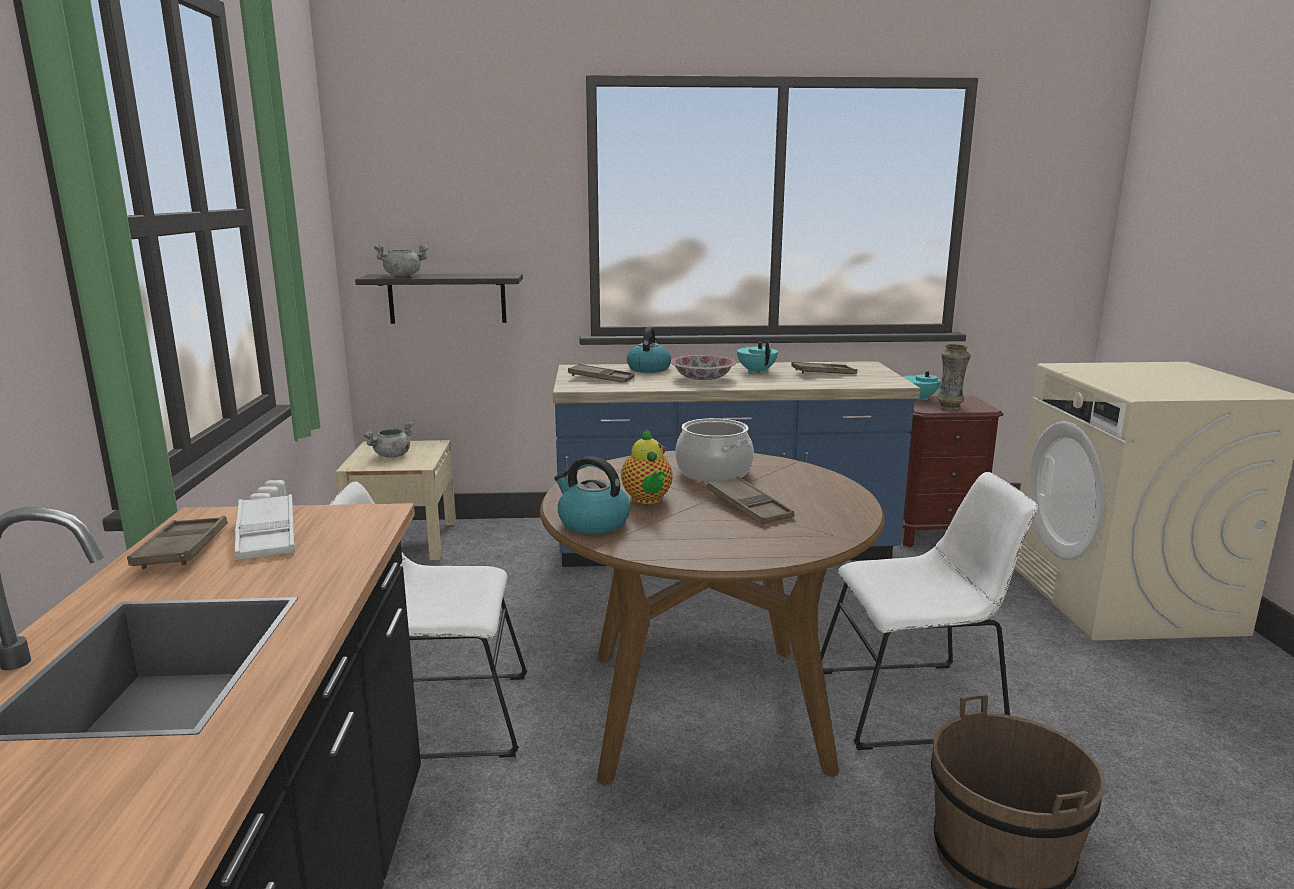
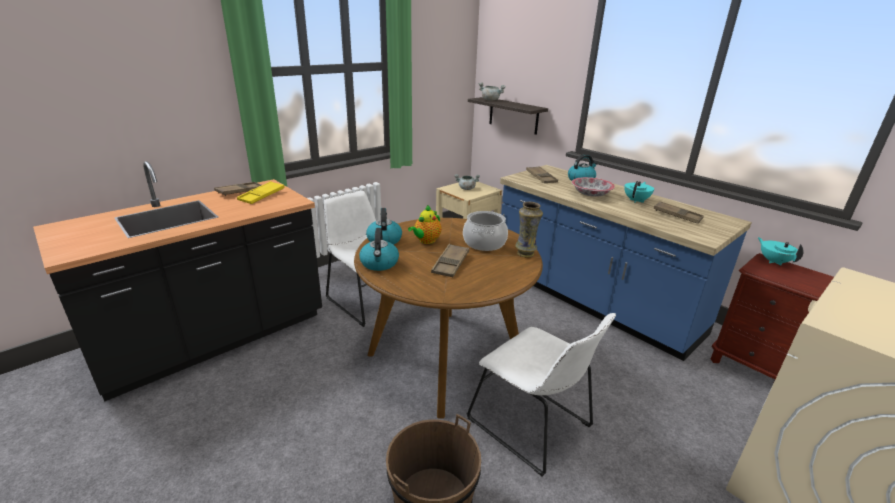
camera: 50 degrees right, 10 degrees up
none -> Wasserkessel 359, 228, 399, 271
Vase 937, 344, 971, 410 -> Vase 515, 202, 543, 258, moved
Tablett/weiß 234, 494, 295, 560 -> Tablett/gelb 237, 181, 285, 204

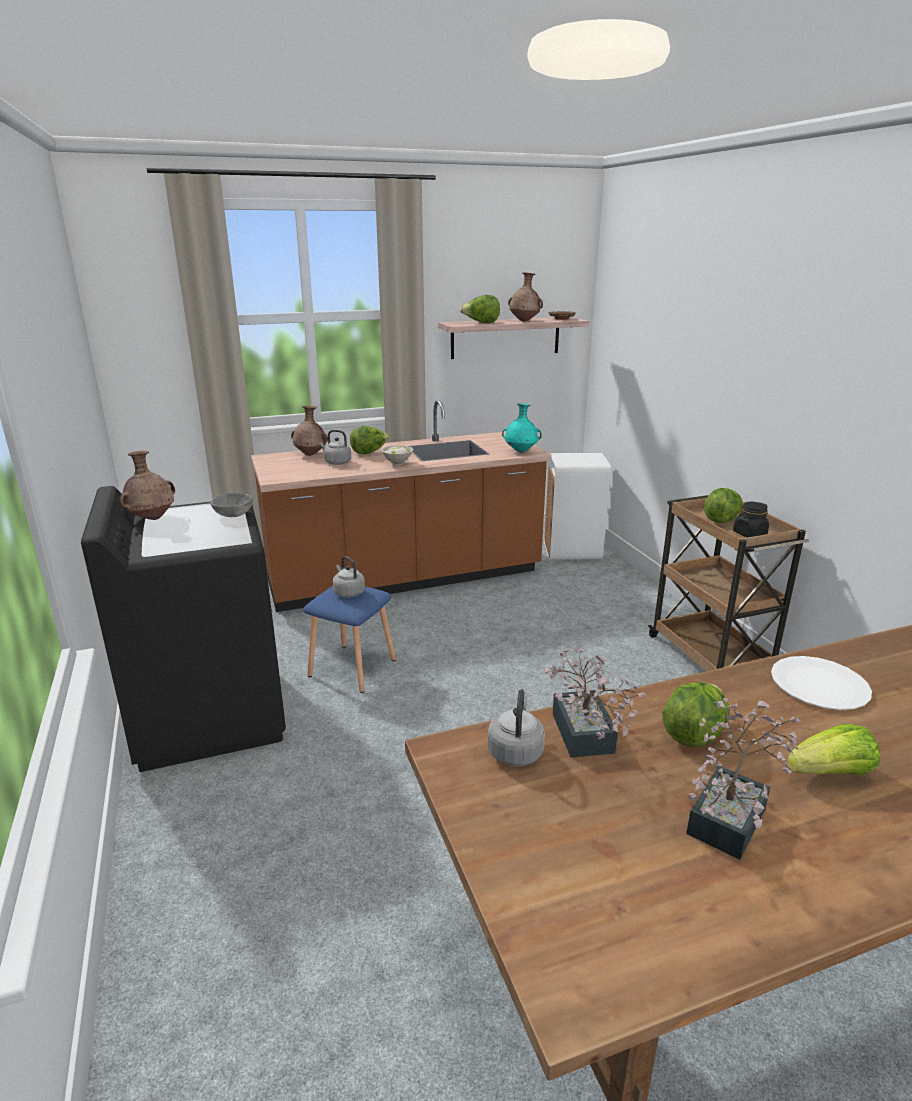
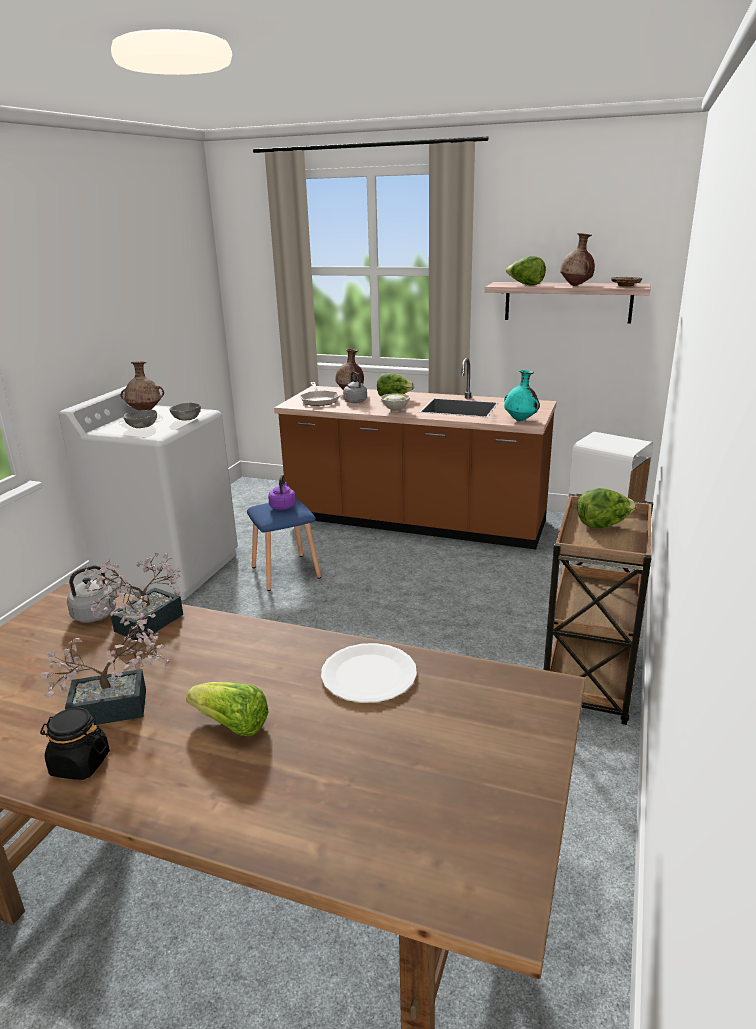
camera: 40 degrees right, 0 degrees up
Salatkopf 662, 682, 729, 748 -> none
none -> Schüssel/grau 124, 410, 157, 428
none -> Pfanne 300, 382, 339, 406
Vorratsglas/schwarz 733, 502, 769, 537 -> Vorratsglas/schwarz 40, 707, 110, 780, moved
Waschmaschine/schwarz 81, 486, 286, 772 -> Waschmaschine/weiß 59, 386, 238, 600
Wasserkessel/grau 333, 556, 365, 598 -> Wasserkessel/lila 268, 475, 296, 510

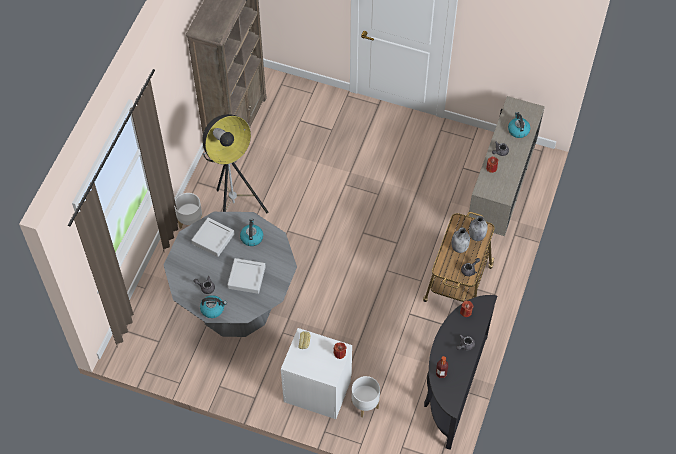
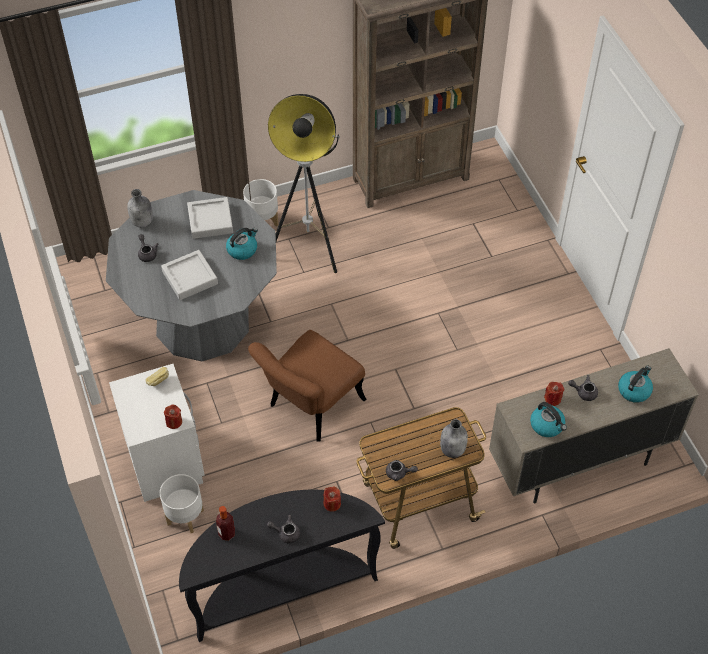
camera: 50 degrees right, 5 degrees down
none -> Stuhl/braun 248, 330, 367, 441
Wasserkessel 200, 295, 227, 318 -> Wasserkessel 530, 402, 567, 437, moved
Flasche/grau 452, 227, 470, 253 -> Flasche/grau 127, 189, 153, 227, moved

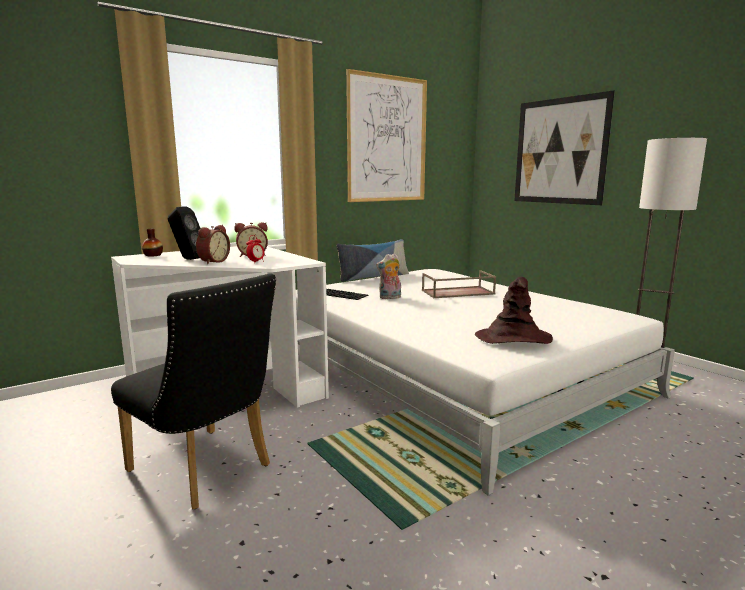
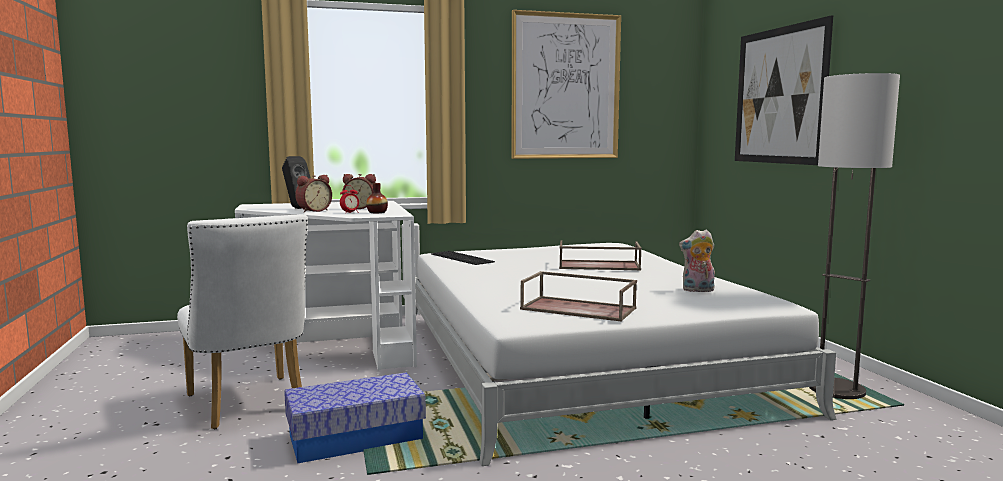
camera: 20 degrees right, 5 degrees down
Kissen 336, 239, 409, 282 -> none
none -> Aufbewahrungsbox 284, 373, 426, 463
Vase 142, 229, 163, 256 -> Vase 366, 183, 388, 213, moved
Plüschtier 376, 253, 401, 299 -> Plüschtier 679, 229, 715, 292, moved
Hut/braun 475, 277, 553, 344 -> Tablett/braun 520, 271, 637, 322
Stuhl/schwarz 111, 273, 276, 509 -> Stuhl/weiß 177, 214, 308, 429

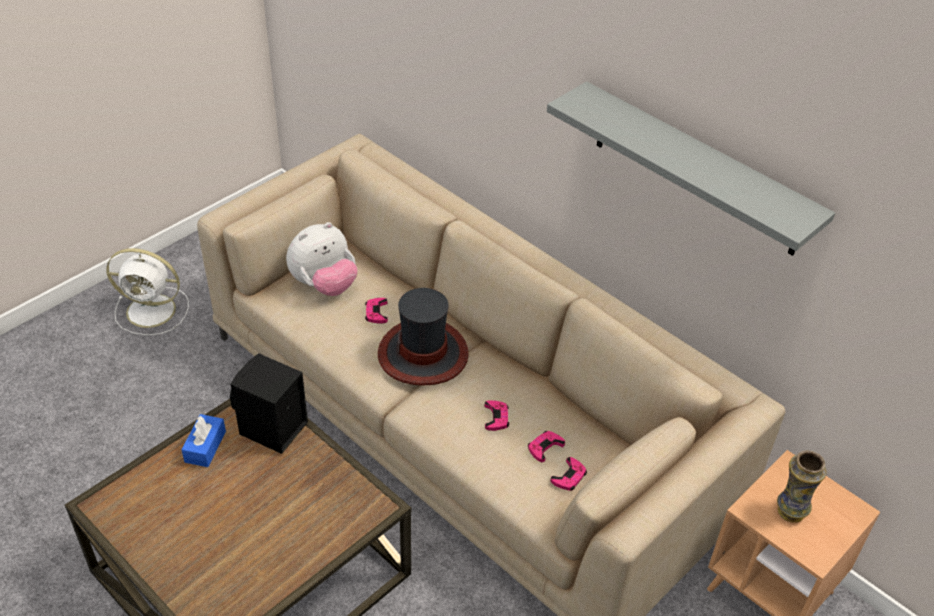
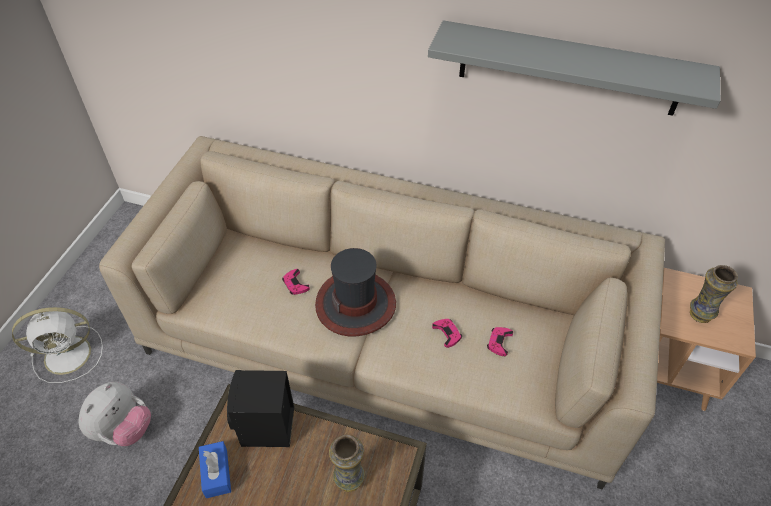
camera: 25 degrees left, 5 degrees up
Gamepad/rosa 550, 457, 587, 491 -> none
none -> Vase 329, 434, 365, 492
Plüschtier 286, 222, 357, 296 -> Plüschtier 78, 382, 151, 446, moved

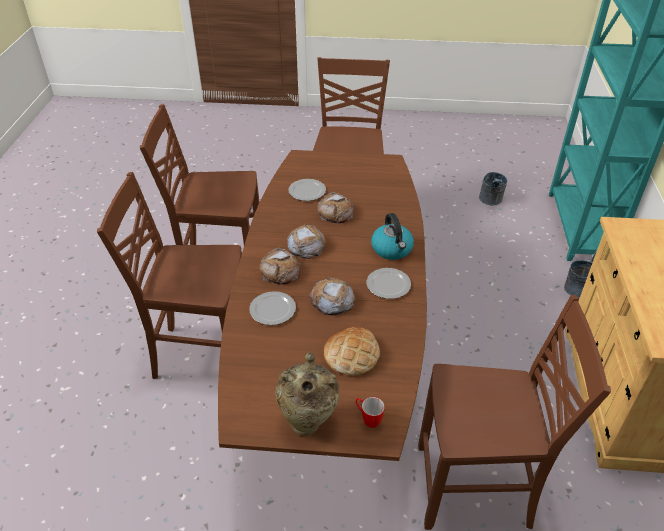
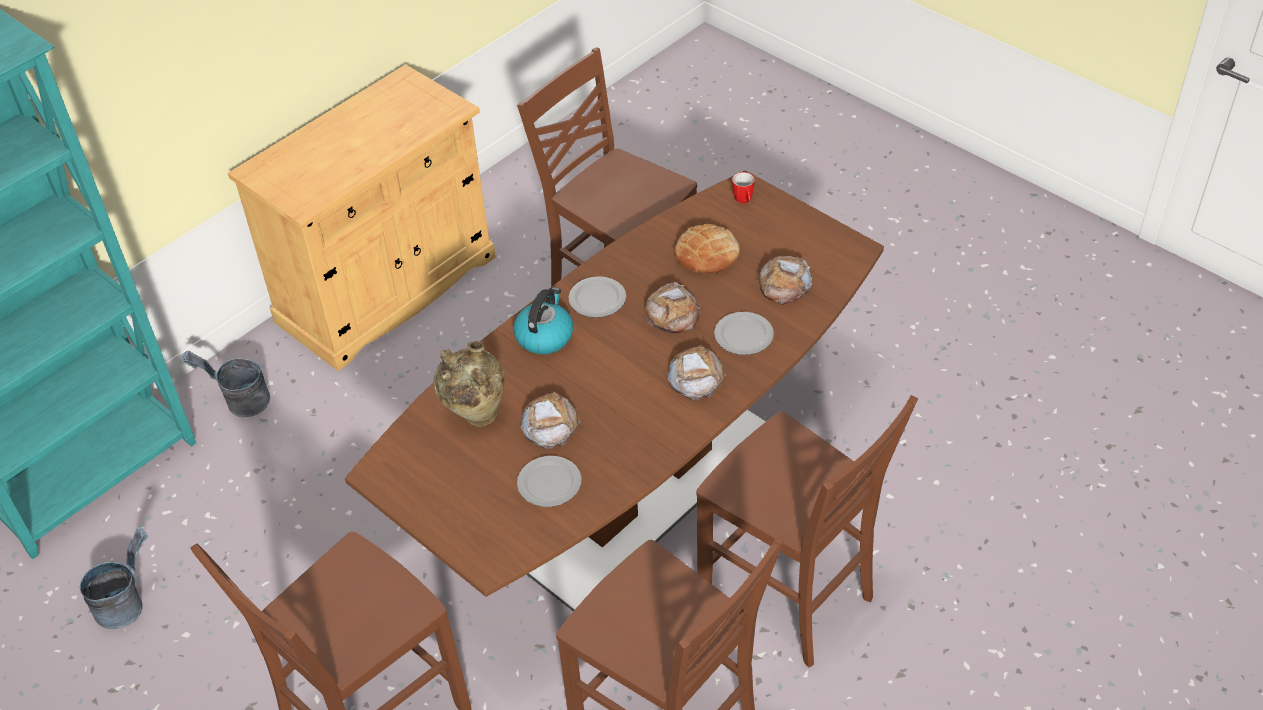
camera: 140 degrees left, 5 degrees up
Vase/beige 275, 352, 340, 436 -> Vase/beige 433, 341, 504, 426, moved
Brot 287, 223, 326, 259 -> Brot 757, 256, 812, 305, moved

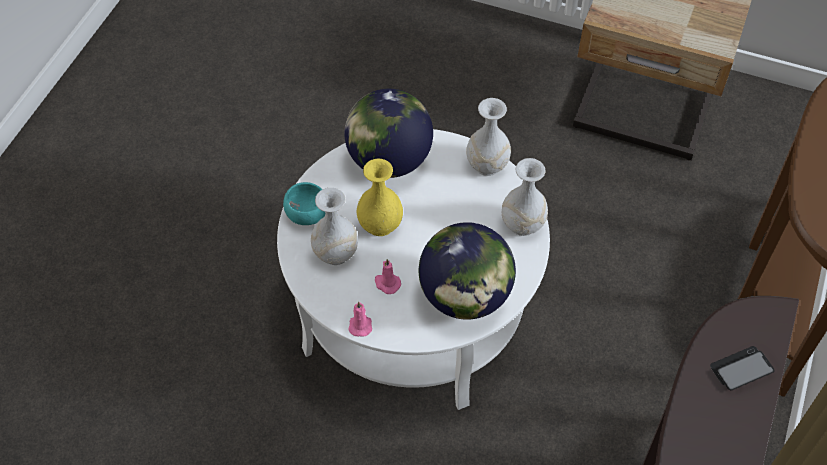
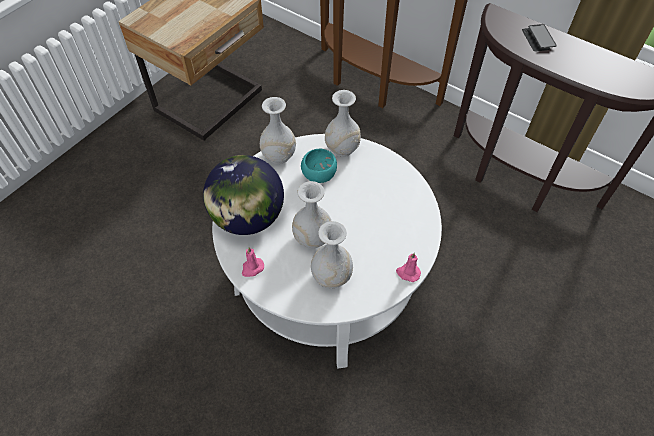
camera: 75 degrees left, 0 degrees up
Globus 419, 222, 516, 320 -> none
Schüssel/türkis 283, 182, 325, 225 -> Schüssel/türkis 301, 148, 337, 183, moved
Kerze/rosa 375, 259, 401, 294 -> Kerze/rosa 242, 247, 264, 277, moved
Vase/gelb 357, 159, 403, 236 -> Vase/weiß 292, 181, 331, 249

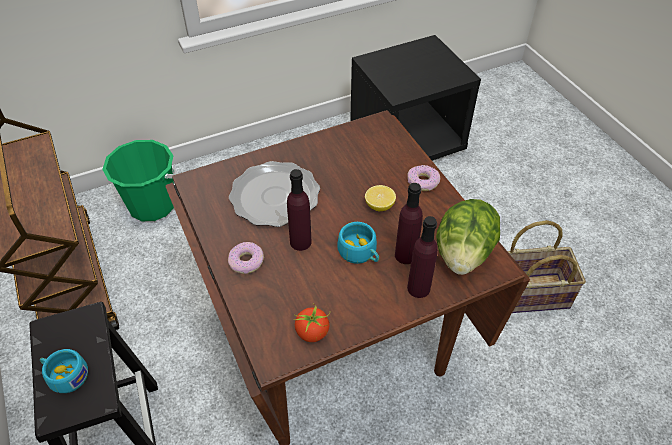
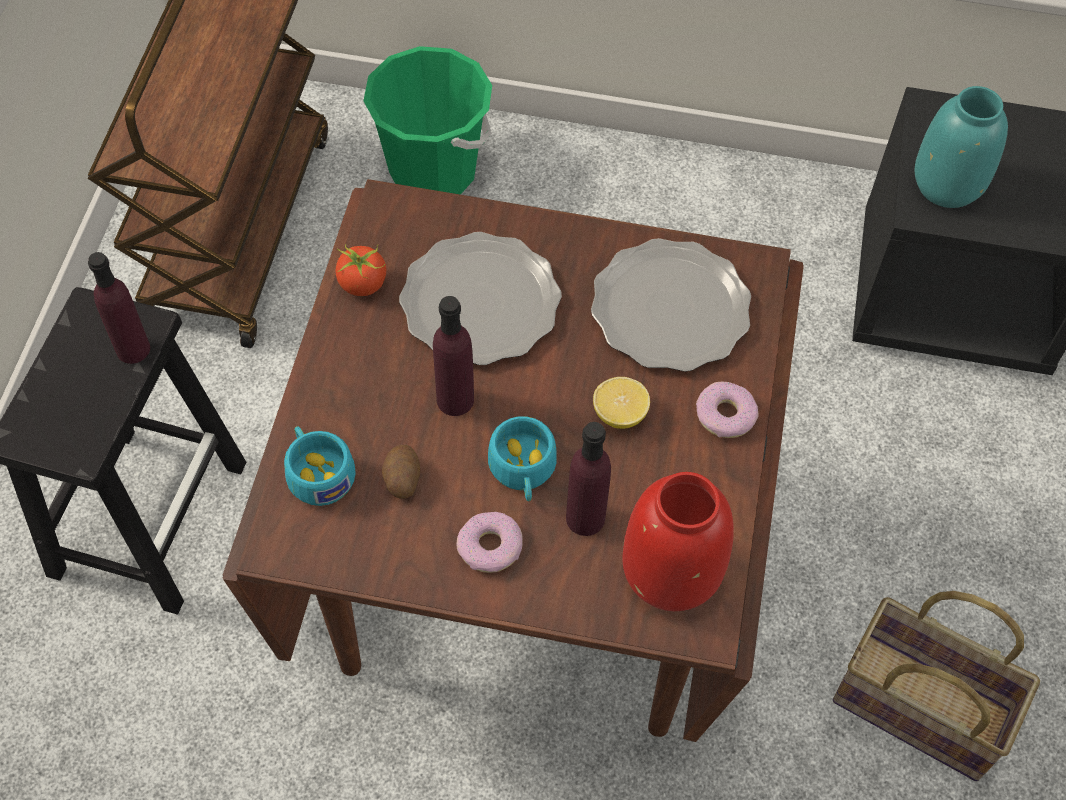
camera: 35 degrees right, 10 degrees up
none -> Kartoffel 382, 445, 420, 499
none -> Teller 591, 238, 751, 372
none -> Vase/türkis 915, 86, 1008, 208
Tasse/türkis 40, 349, 88, 393 -> Tasse/türkis 284, 426, 356, 506, moved
Donut 228, 242, 264, 274 -> Donut 456, 512, 523, 573, moved
Tomate 293, 303, 330, 342 -> Tomate 336, 244, 386, 296, moved
Flasche/lila 407, 216, 438, 298 -> Flasche/lila 88, 252, 150, 364, moved
Salatkopf 436, 199, 500, 275 -> Vase/rot 622, 472, 734, 611

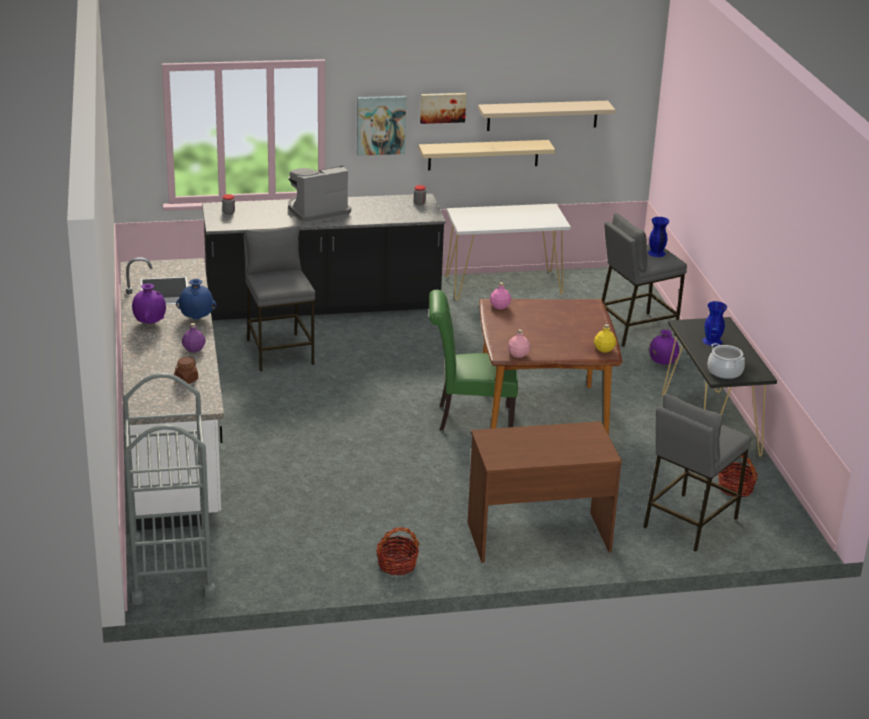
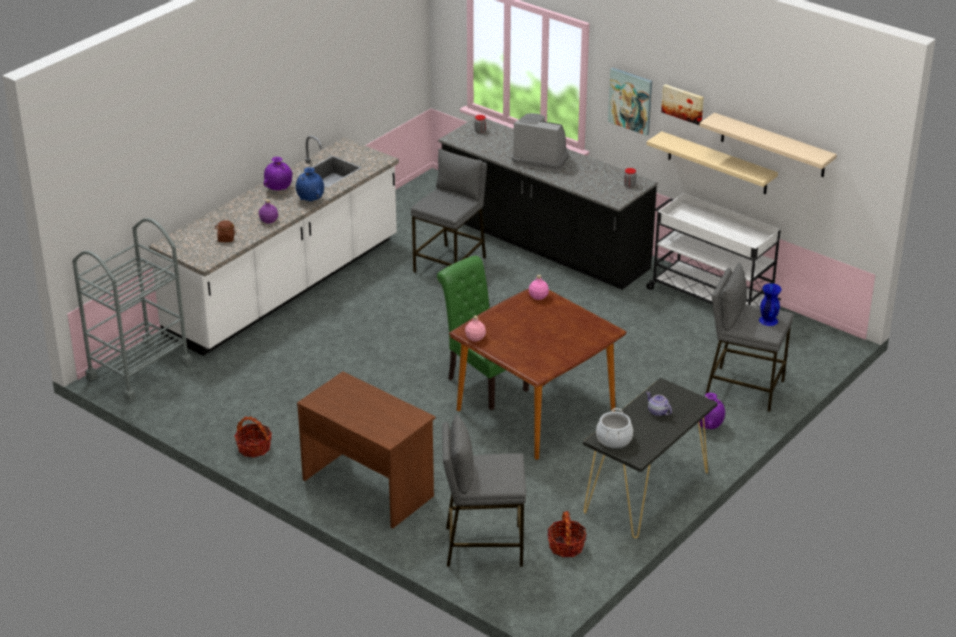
camera: 50 degrees right, 5 degrees up
Flasche/gelb 594, 324, 616, 353 -> none
Konsolentisch/weiß 445, 204, 571, 300 -> Rollwagen/weiß 646, 193, 781, 307
Vase/blau 703, 301, 727, 346 -> Teekanne 646, 392, 672, 416

